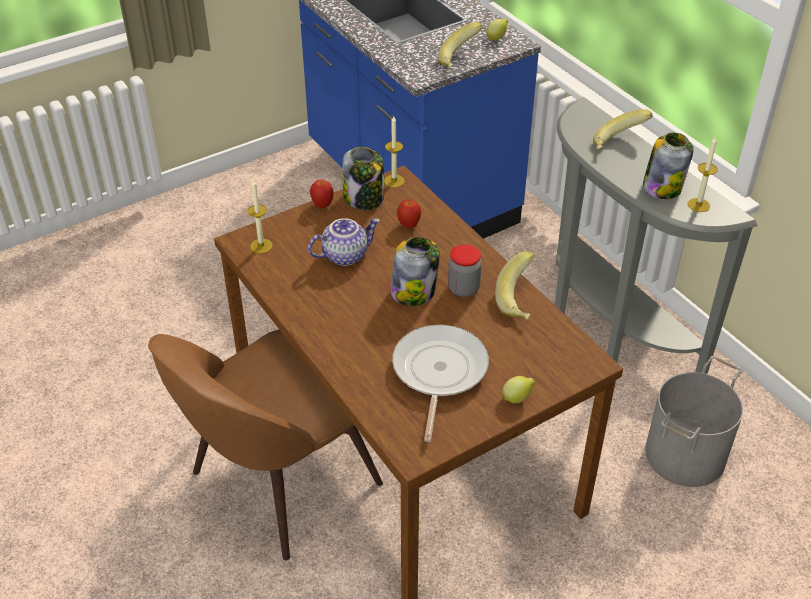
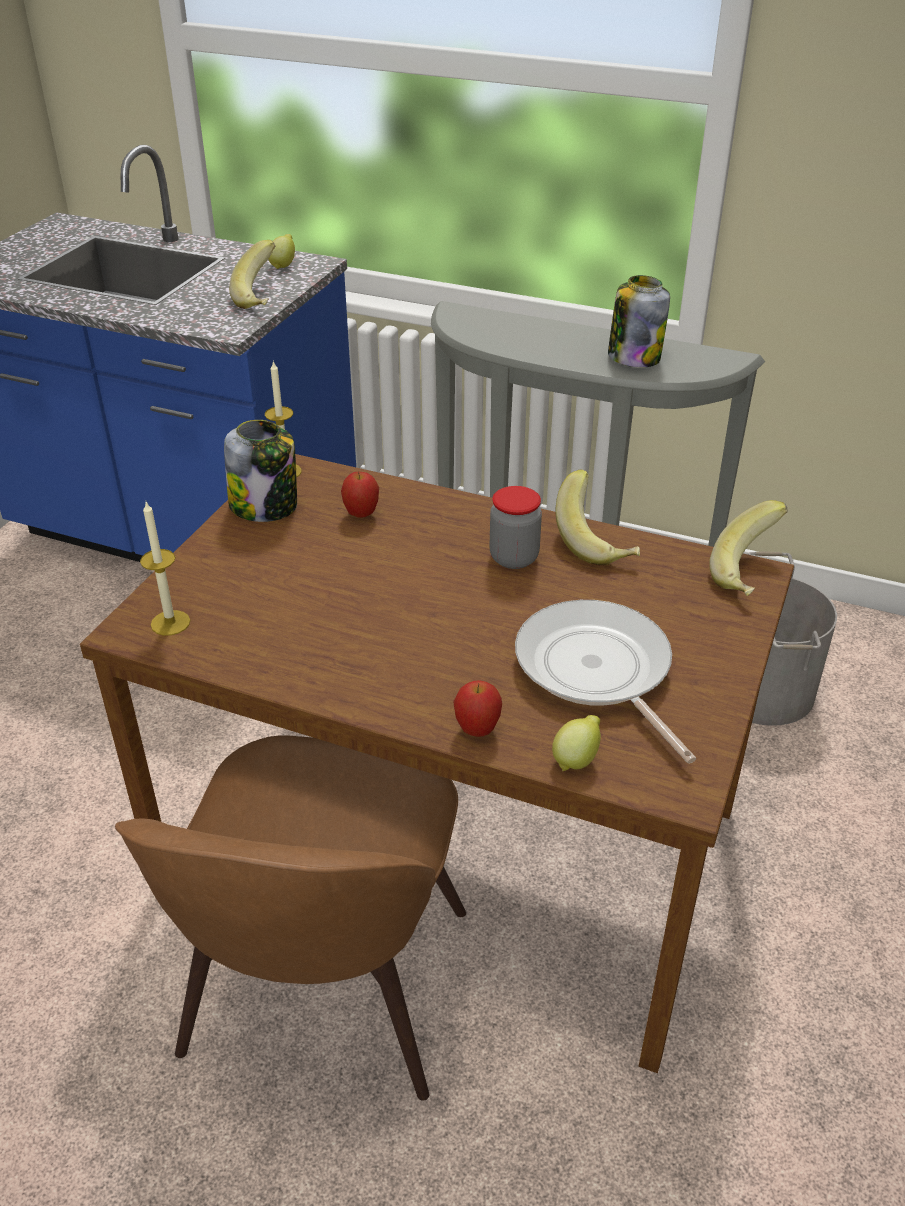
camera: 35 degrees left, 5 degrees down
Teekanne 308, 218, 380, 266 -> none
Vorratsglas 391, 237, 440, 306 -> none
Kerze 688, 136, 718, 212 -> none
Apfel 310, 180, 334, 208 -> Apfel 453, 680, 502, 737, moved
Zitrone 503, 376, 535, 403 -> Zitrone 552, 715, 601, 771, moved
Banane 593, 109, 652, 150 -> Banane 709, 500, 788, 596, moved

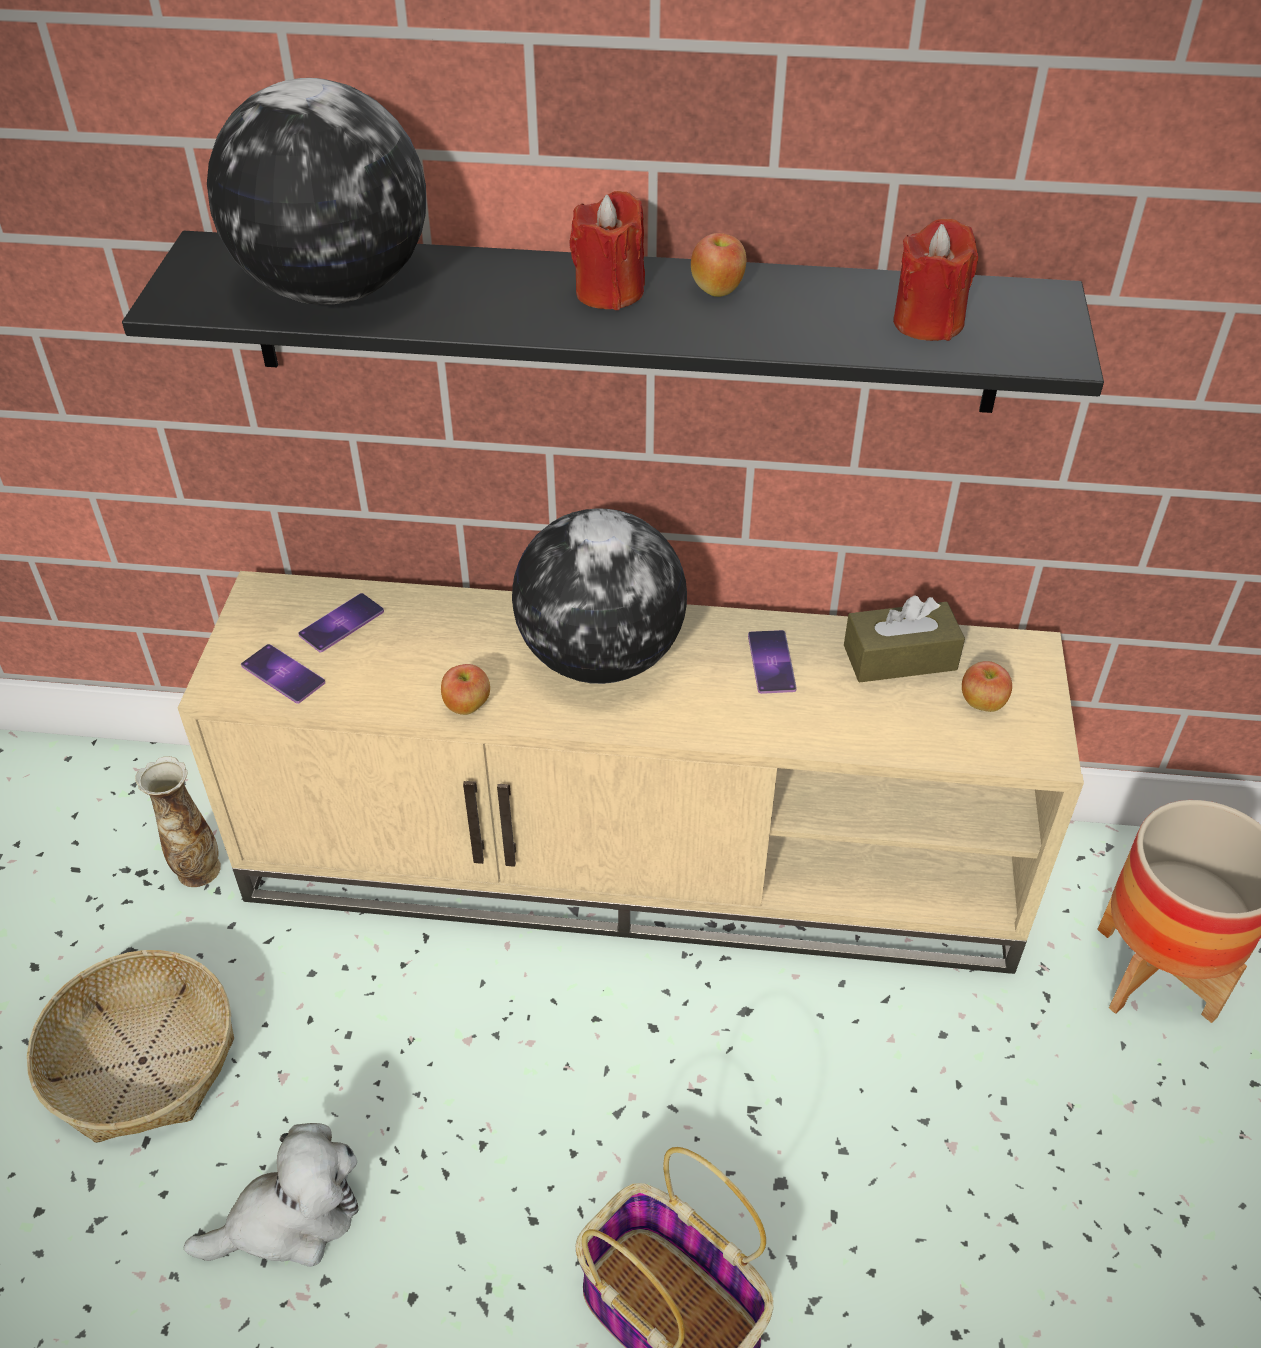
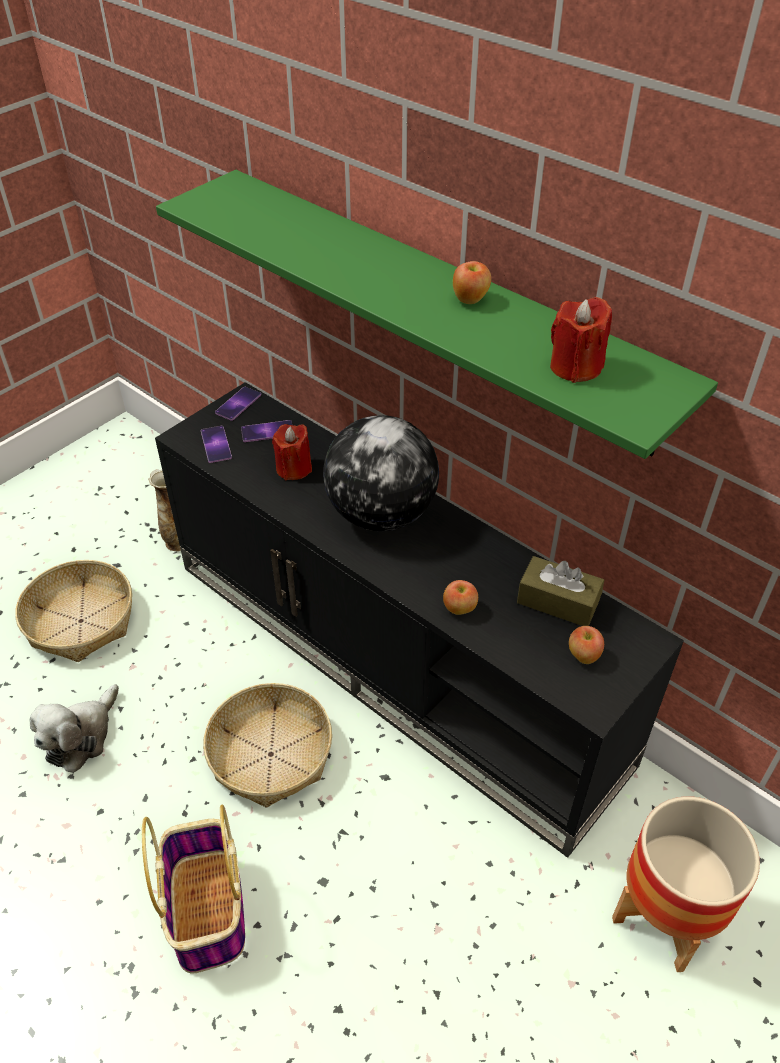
camera: 35 degrees right, 0 degrees up
Globus 207, 78, 426, 305 -> none
none -> Korb 203, 683, 332, 808
Apfel 441, 664, 490, 715 -> Apfel 443, 580, 478, 615, moved
Kerze/rot 569, 191, 645, 310 -> Kerze/rot 272, 424, 312, 480, moved
Handy 748, 630, 797, 694 -> Handy 215, 387, 261, 421, moved
Wandregal/schwarz 122, 231, 1104, 413 -> Wandregal/grün 156, 170, 718, 459
Fernsehschrank/beige 178, 571, 1084, 974 -> Fernsehschrank/schwarz 155, 382, 684, 858
Plüschtier 183, 1123, 359, 1267 -> Plüschtier 30, 684, 119, 773, 105 degrees clockwise

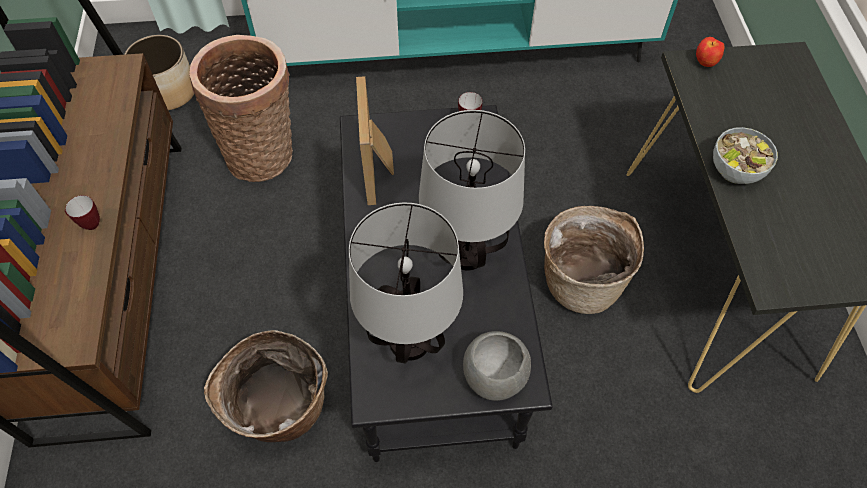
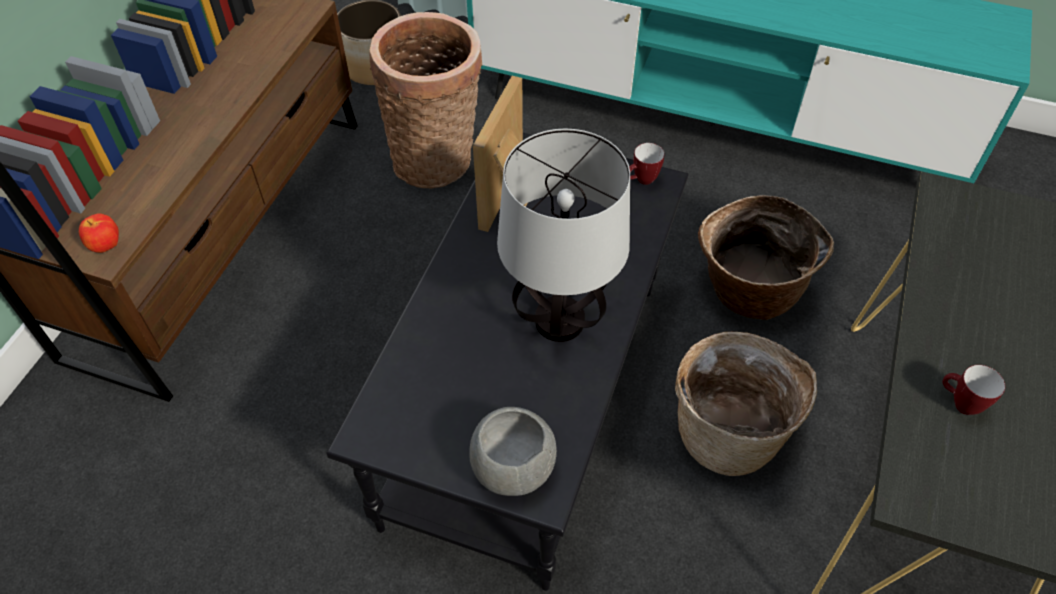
camera: 25 degrees right, 5 degrees down
Tischlampe 349, 202, 463, 364 -> none
Schüssel 713, 127, 778, 184 -> none
Henkelbecher 65, 195, 100, 230 -> Henkelbecher 943, 365, 1005, 415, moved
Korb 204, 330, 328, 442 -> Korb 698, 195, 834, 320, moved
Apfel 696, 37, 724, 67 -> Apfel 79, 213, 119, 253, moved

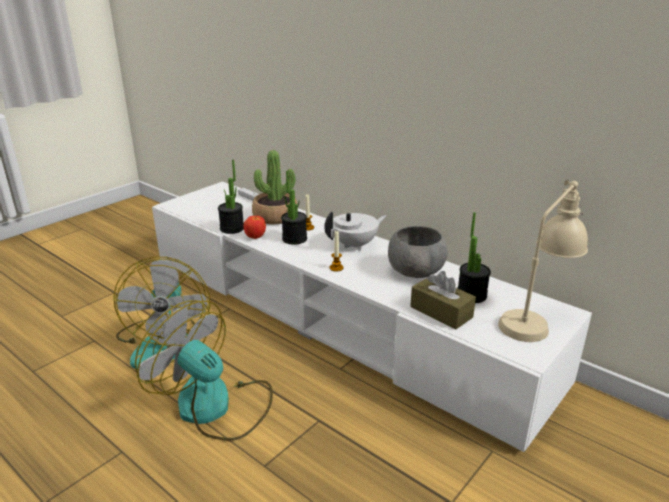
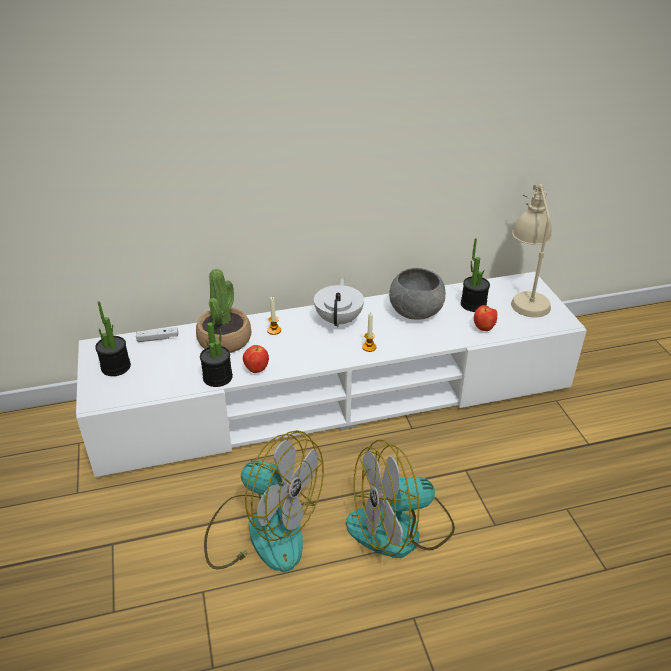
camera: 55 degrees left, 10 degrees up
Topfpflanze 281, 171, 307, 245 -> Topfpflanze 95, 301, 131, 376, moved
Taschentuchbox/braun 410, 271, 476, 329 -> Apfel 474, 305, 497, 331

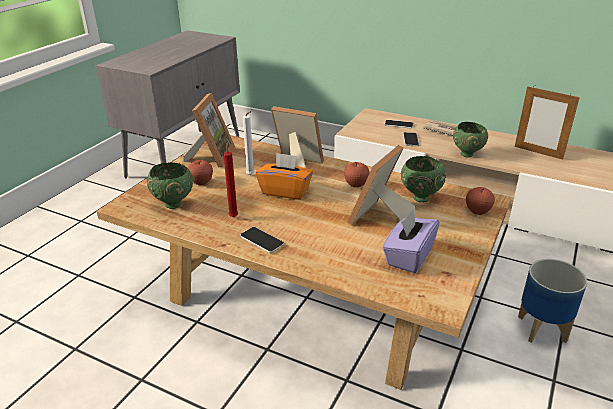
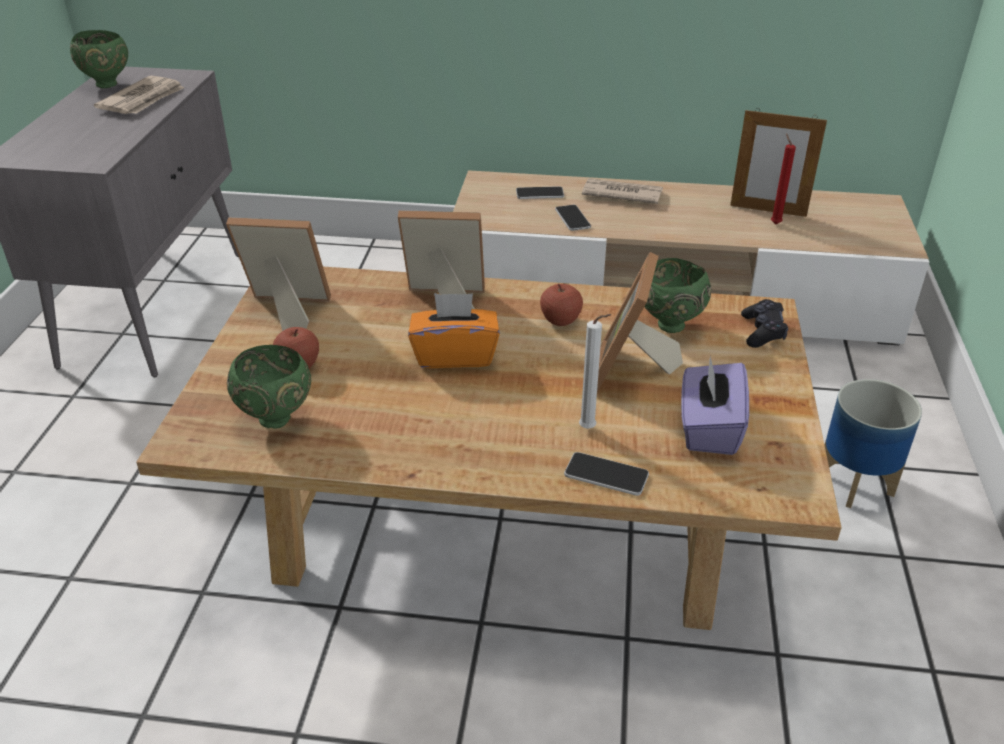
camera: 20 degrees left, 5 degrees up
none -> Zeitung 94, 76, 184, 114
Kerze/rot 223, 142, 238, 218 -> Kerze/rot 771, 133, 796, 224, moved
Handy 240, 227, 285, 253 -> Handy 564, 452, 649, 496, moved
Kerze/weiß 243, 111, 255, 175 -> Kerze/weiß 579, 314, 611, 429, moved
Schüssel/grün 453, 122, 488, 157 -> Schüssel/grün 70, 30, 128, 88, moved
Apfel 466, 187, 495, 215 -> Gamepad/schwarz 741, 299, 788, 348
Bilderrahmen 183, 93, 235, 168 -> Bilderrahmen 226, 217, 331, 331, 75 degrees counterclockwise

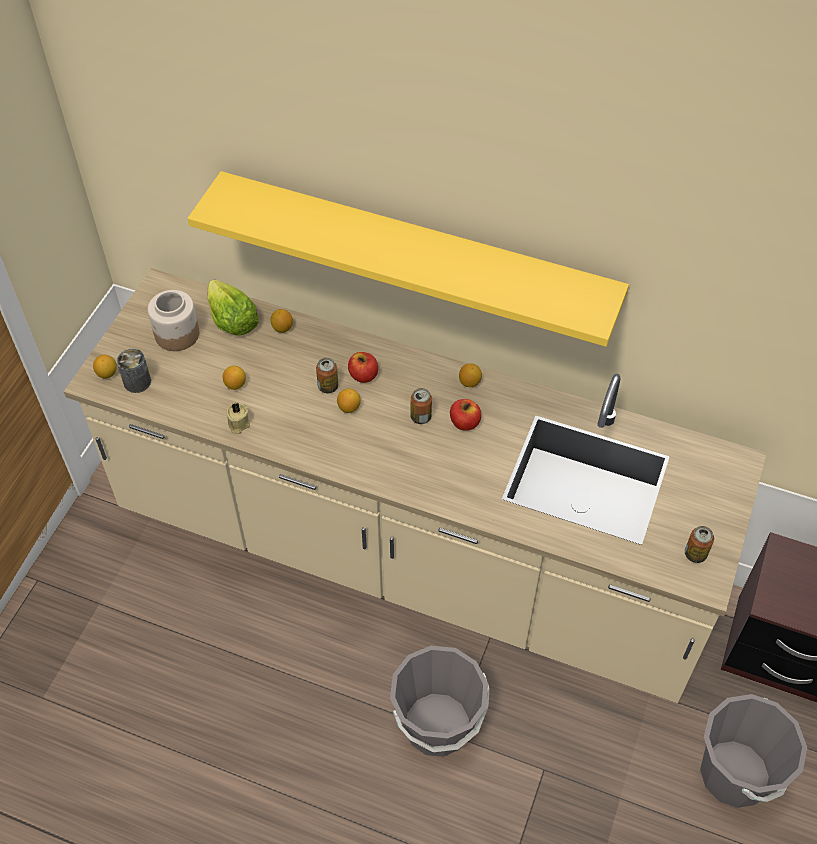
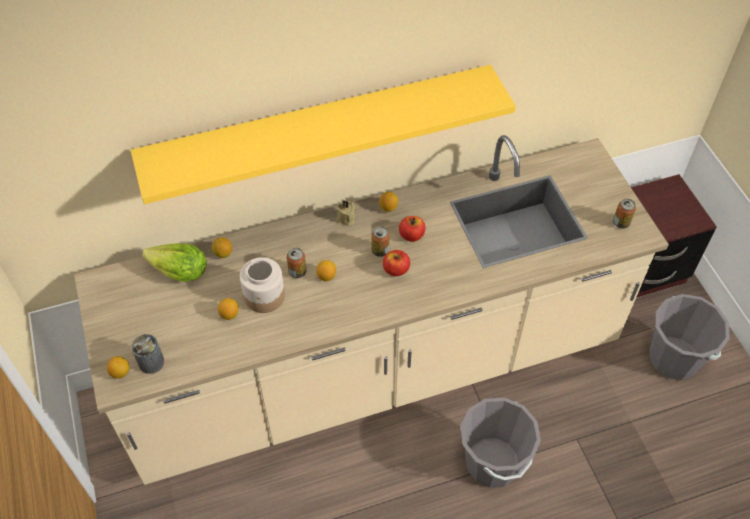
camera: 40 degrees left, 0 degrees up
Vorratsglas 148, 290, 199, 351 -> Vorratsglas 240, 257, 285, 313, moved
Kerze/beige 227, 403, 250, 434 -> Kerze/beige 337, 200, 355, 226, moved
Apfel 348, 352, 378, 383 -> Apfel 383, 250, 410, 276, moved

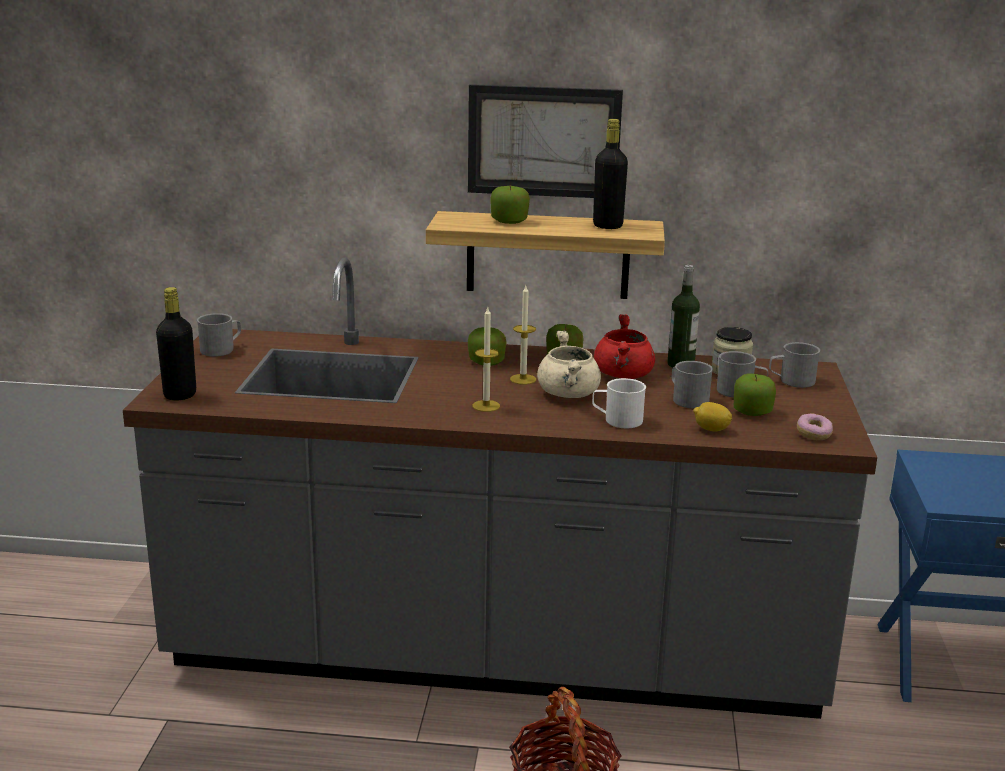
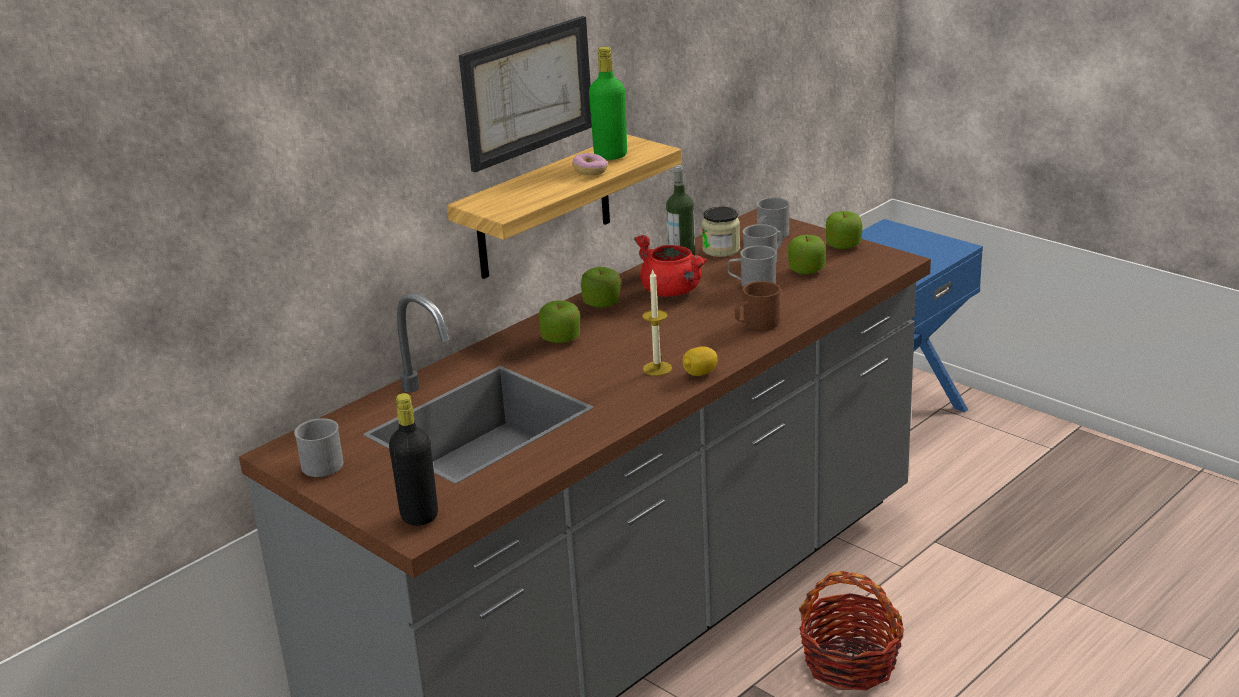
camera: 50 degrees left, 5 degrees up
Kerze 510, 286, 536, 385 -> none
Kochtopf/beige 537, 330, 601, 398 -> none
Apfel 490, 185, 530, 224 -> Apfel 826, 211, 863, 249, moved
Zitrone 693, 402, 732, 432 -> Zitrone 682, 346, 718, 376, moved
Donut 797, 413, 833, 440 -> Donut 572, 153, 608, 175, moved
Henkelbecher/weiß 592, 378, 646, 428 -> Henkelbecher/braun 735, 281, 780, 330
Flasche/schwarz 593, 119, 628, 229 -> Flasche/grün 589, 47, 627, 160

